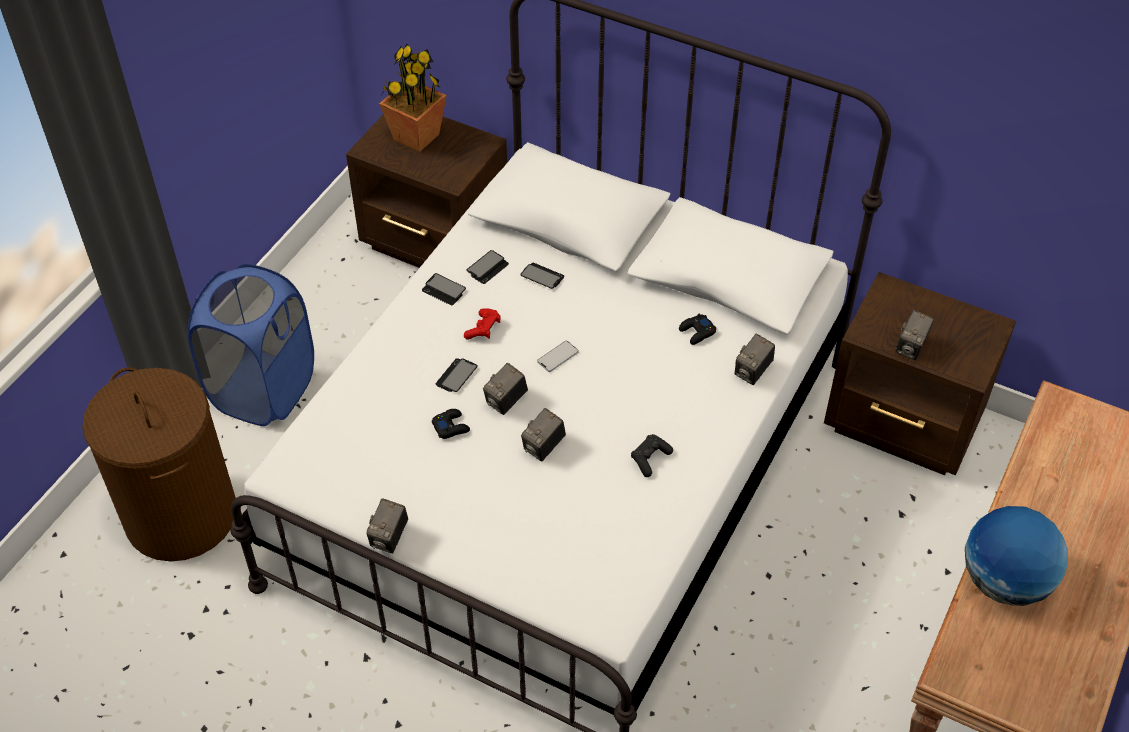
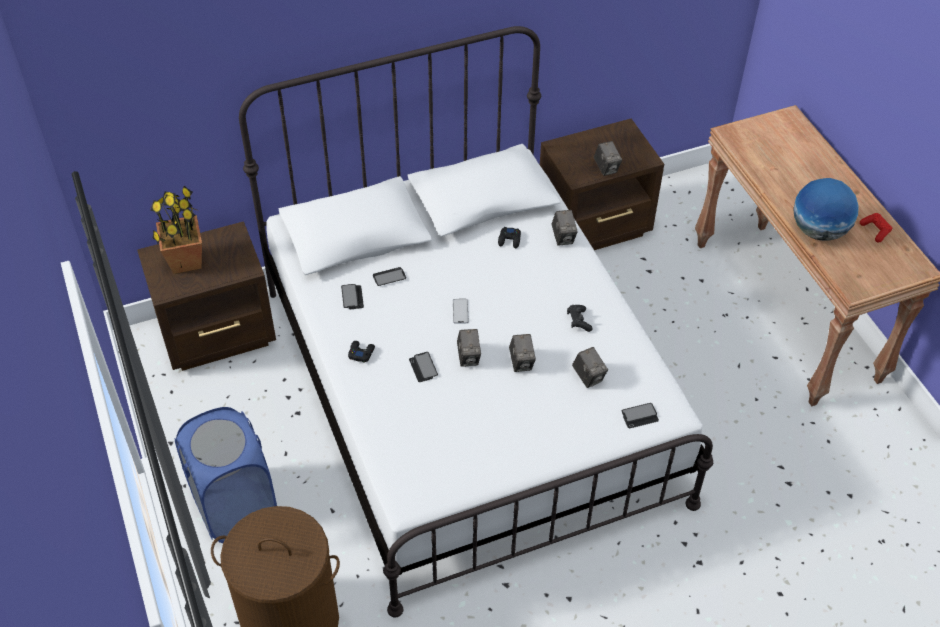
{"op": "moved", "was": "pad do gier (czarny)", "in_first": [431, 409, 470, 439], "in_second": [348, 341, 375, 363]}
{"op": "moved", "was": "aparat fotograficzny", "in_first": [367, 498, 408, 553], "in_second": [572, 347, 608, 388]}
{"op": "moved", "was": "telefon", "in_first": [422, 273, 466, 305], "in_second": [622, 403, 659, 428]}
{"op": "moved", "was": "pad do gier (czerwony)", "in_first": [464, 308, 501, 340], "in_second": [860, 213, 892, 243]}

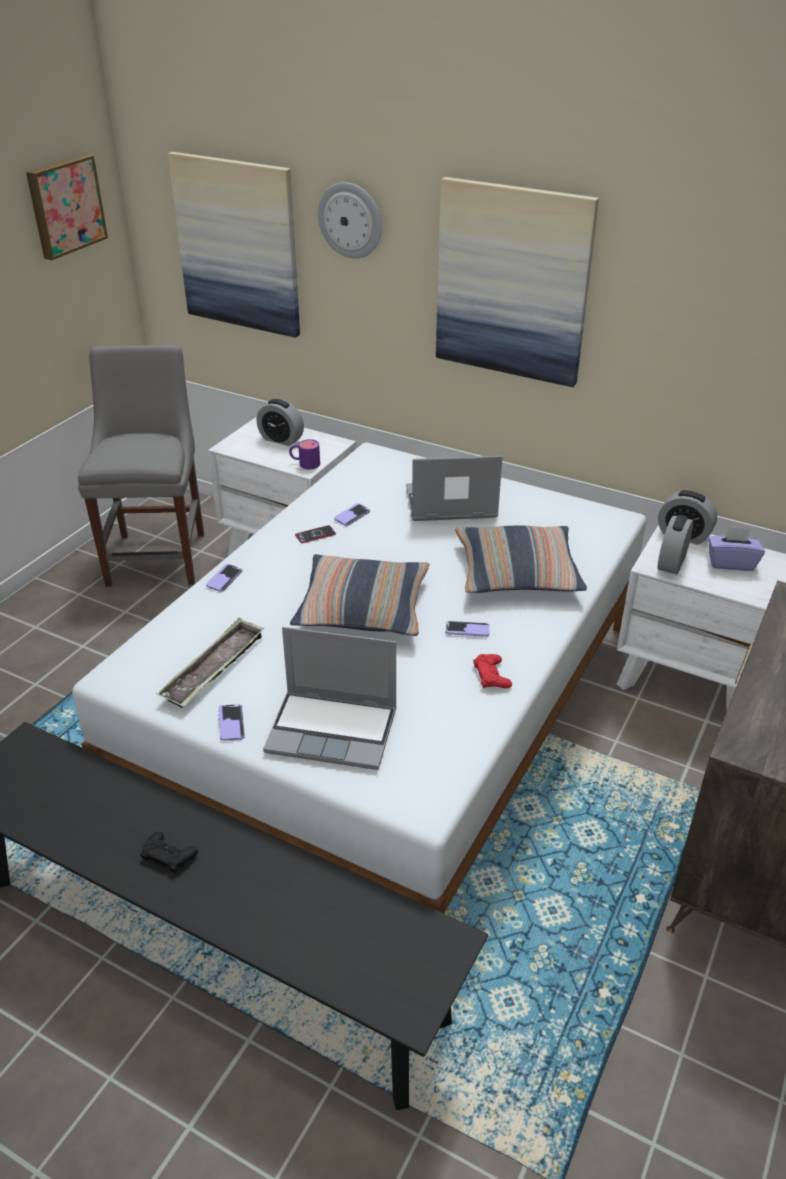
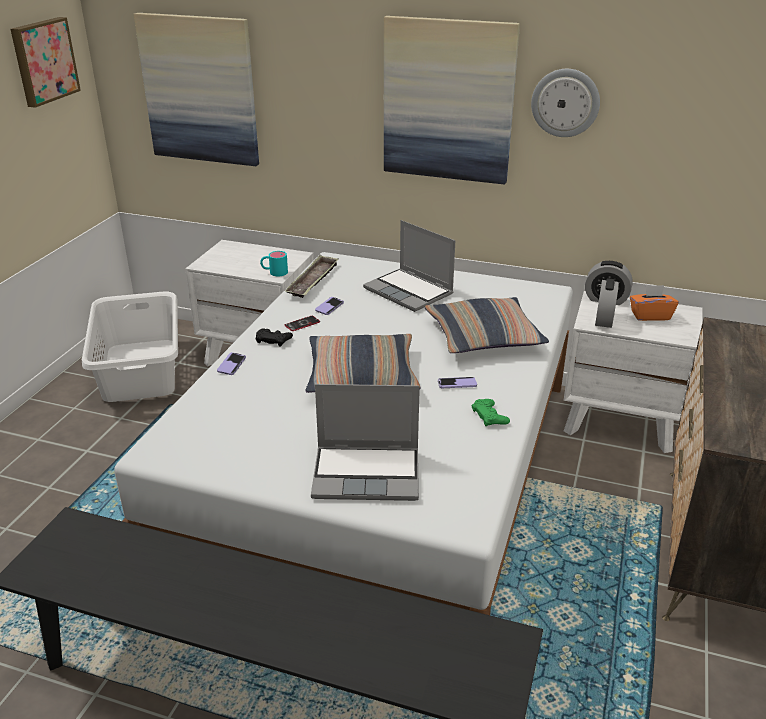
{"op": "replaced", "was": "krzesło (szary)", "now": "kosz na pranie (biały)", "in_first": [78, 345, 204, 587], "in_second": [82, 291, 178, 402]}
{"op": "moved", "was": "pad do gier (czarny)", "in_first": [140, 832, 198, 873], "in_second": [256, 328, 293, 347]}
{"op": "recoloured", "was": "kubek (fioletowy)", "now": "kubek (turkusowy)", "in_first": [289, 439, 320, 469], "in_second": [260, 251, 288, 276]}
{"op": "moved", "was": "taca", "in_first": [157, 618, 264, 708], "in_second": [285, 255, 339, 298]}
{"op": "turned", "was": "laptop", "in_first": [406, 455, 502, 521], "in_second": [363, 220, 455, 312], "clockwise": -120}
{"op": "recoloured", "was": "pad do gier (czerwony)", "now": "pad do gier (zielony)", "in_first": [473, 654, 512, 688], "in_second": [471, 399, 510, 426]}
{"op": "moved", "was": "zegar ścienny", "in_first": [318, 182, 382, 259], "in_second": [531, 69, 600, 137]}
{"op": "recoloured", "was": "pudełko chusteczek (fioletowy)", "now": "pudełko chusteczek (pomarańczowy)", "in_first": [708, 526, 765, 571], "in_second": [630, 285, 679, 321]}
{"op": "removed", "was": "telefon", "in_first": [218, 704, 245, 741]}
{"op": "removed", "was": "budzik", "in_first": [257, 399, 304, 446]}

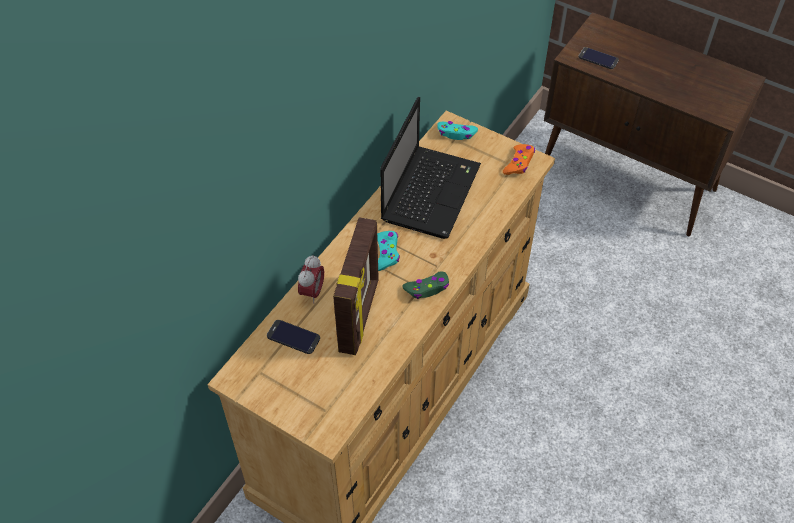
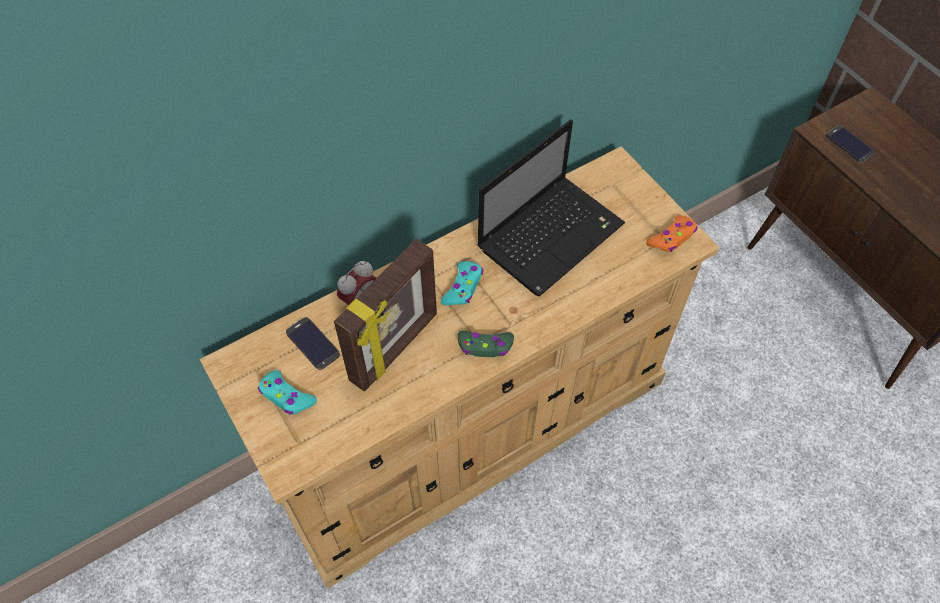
{"op": "moved", "was": "pad do gier (turkusowy)", "in_first": [437, 121, 478, 140], "in_second": [258, 370, 317, 415]}

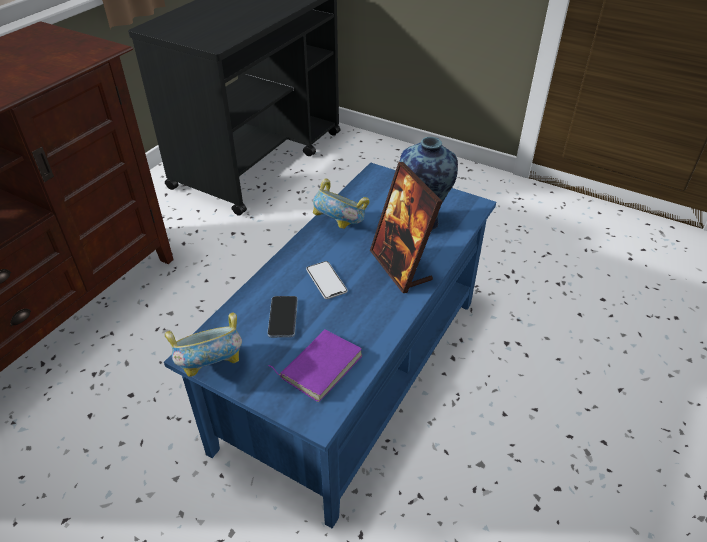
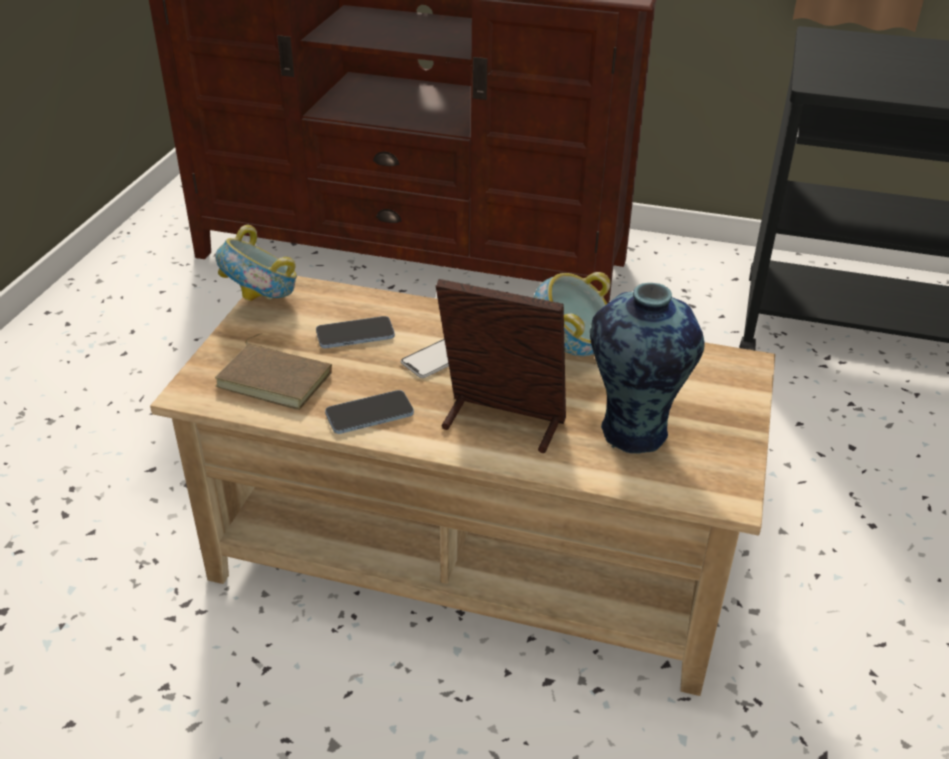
{"op": "recoloured", "was": "ława (niebieski)", "now": "ława (beżowy)", "in_first": [164, 162, 496, 528], "in_second": [150, 276, 775, 696]}
{"op": "recoloured", "was": "książka (fioletowy)", "now": "książka (brązowy)", "in_first": [268, 329, 362, 402], "in_second": [215, 333, 332, 410]}
{"op": "added", "now": "telefon", "in_second": [325, 390, 414, 434]}
{"op": "turned", "was": "ramka na zdjęcie", "in_first": [370, 162, 443, 293], "in_second": [436, 279, 566, 453], "clockwise": 60}

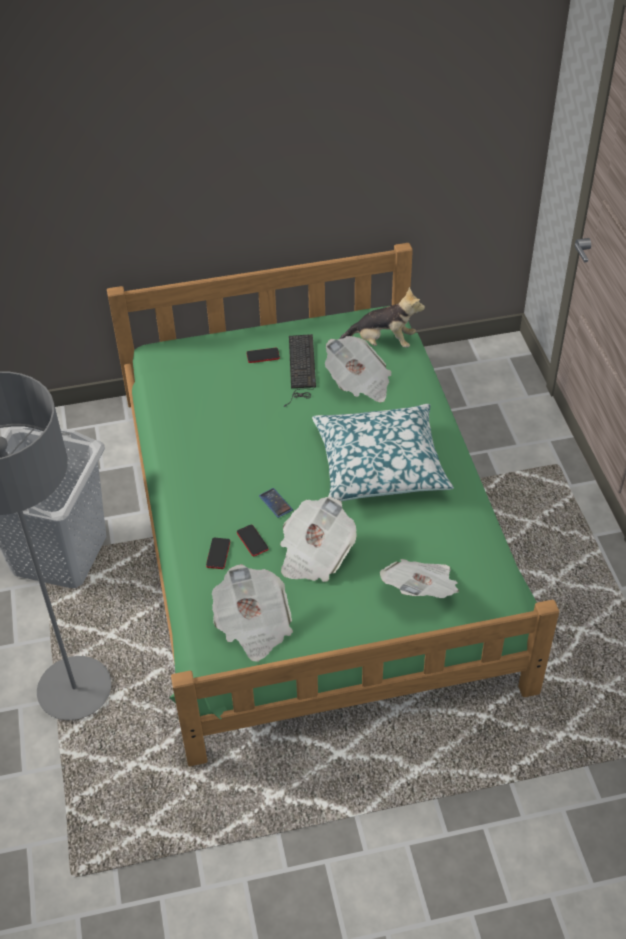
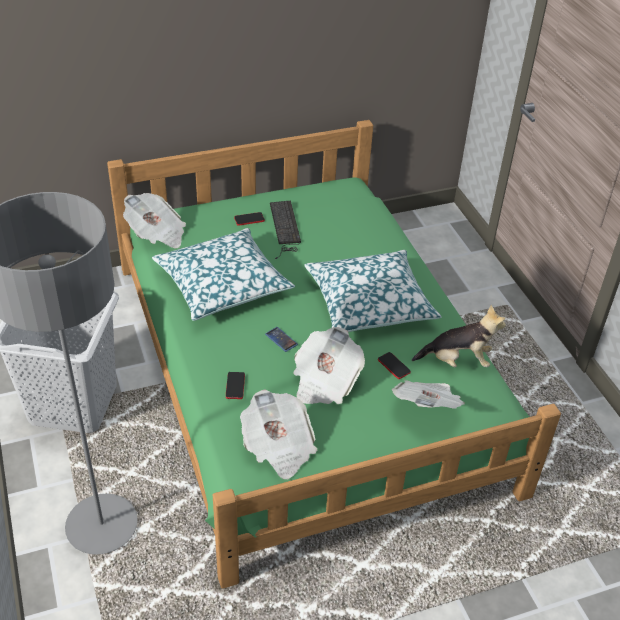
{"op": "moved", "was": "gazeta", "in_first": [325, 336, 392, 402], "in_second": [123, 193, 186, 248]}
{"op": "added", "now": "poduszka", "in_second": [152, 228, 295, 321]}
{"op": "moved", "was": "telefon", "in_first": [237, 524, 268, 557], "in_second": [378, 352, 411, 379]}
{"op": "moved", "was": "pluszak", "in_first": [339, 287, 425, 348], "in_second": [412, 305, 506, 367]}

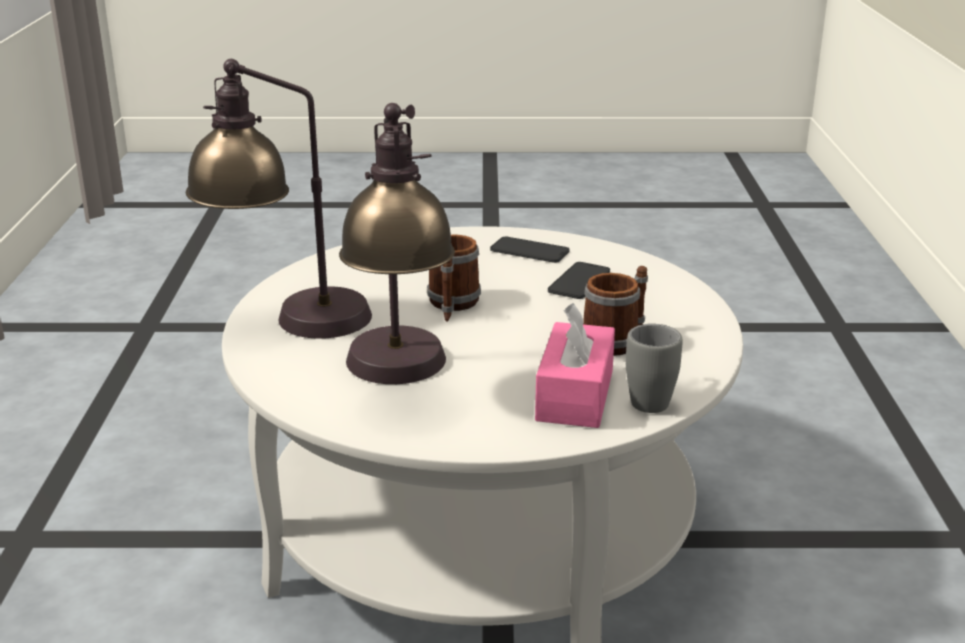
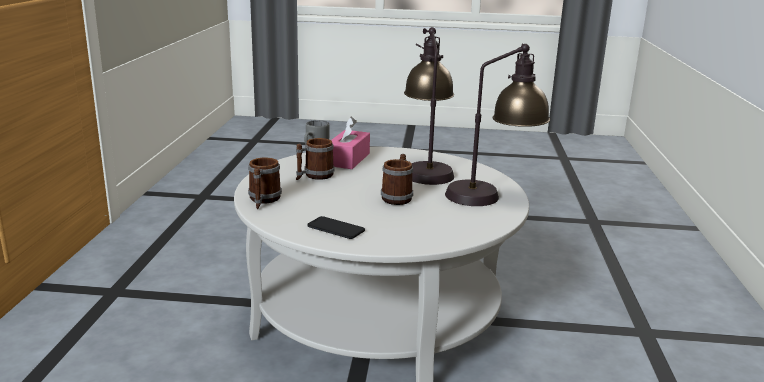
{"op": "added", "now": "kubek", "in_second": [248, 158, 282, 209]}
{"op": "removed", "was": "telefon", "in_first": [548, 262, 610, 299]}

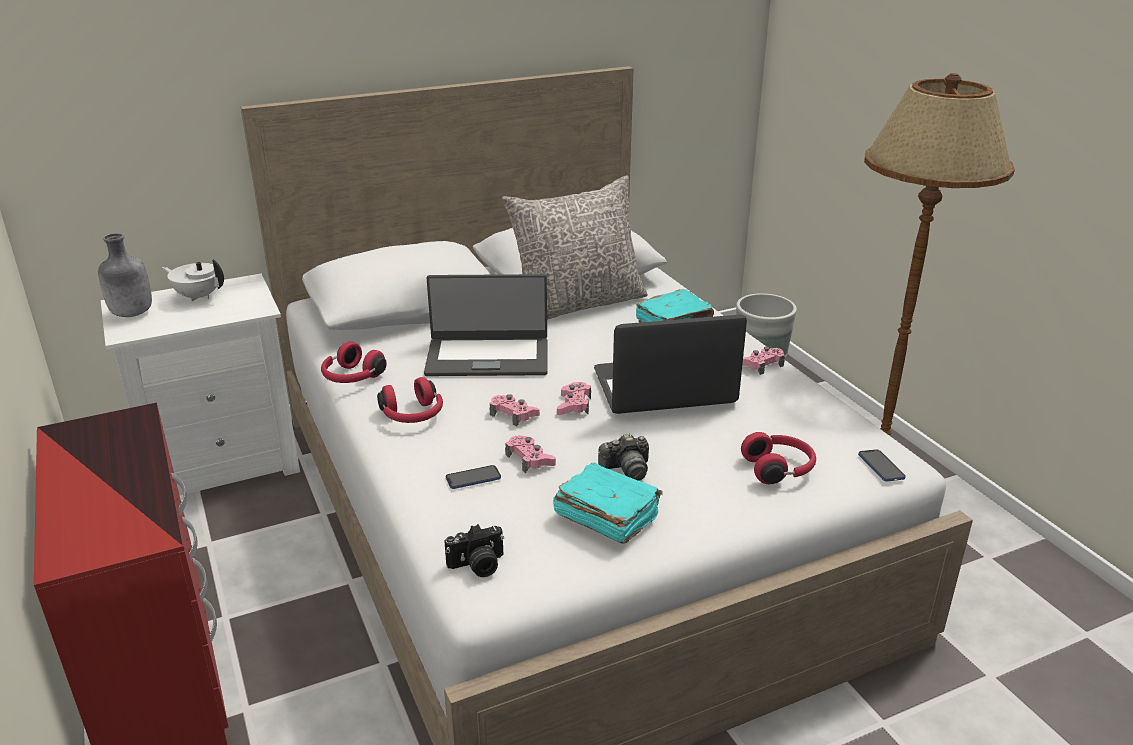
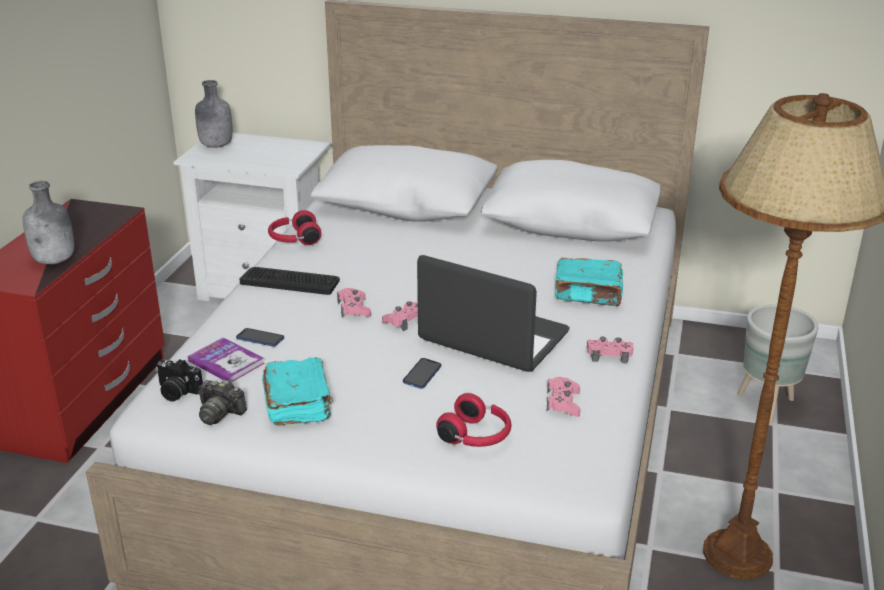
{"op": "added", "now": "butelka (szary)", "in_second": [23, 181, 74, 265]}
{"op": "added", "now": "książka", "in_second": [188, 337, 265, 383]}
{"op": "moved", "was": "aparat fotograficzny", "in_first": [598, 434, 649, 481], "in_second": [198, 379, 247, 425]}
{"op": "replaced", "was": "słuchawki (czerwony)", "now": "klawiatura", "in_first": [377, 377, 443, 423], "in_second": [240, 267, 340, 295]}
{"op": "moved", "was": "telefon", "in_first": [858, 449, 906, 482], "in_second": [403, 358, 441, 389]}
{"op": "moved", "was": "pad do gier (różowy)", "in_first": [505, 435, 556, 473], "in_second": [547, 377, 580, 417]}
{"op": "removed", "was": "imbryk (biały)", "in_first": [162, 259, 224, 302]}
{"op": "removed", "was": "laptop", "in_first": [424, 274, 547, 376]}
{"op": "removed", "was": "poduszka (szary)", "in_first": [502, 175, 648, 320]}

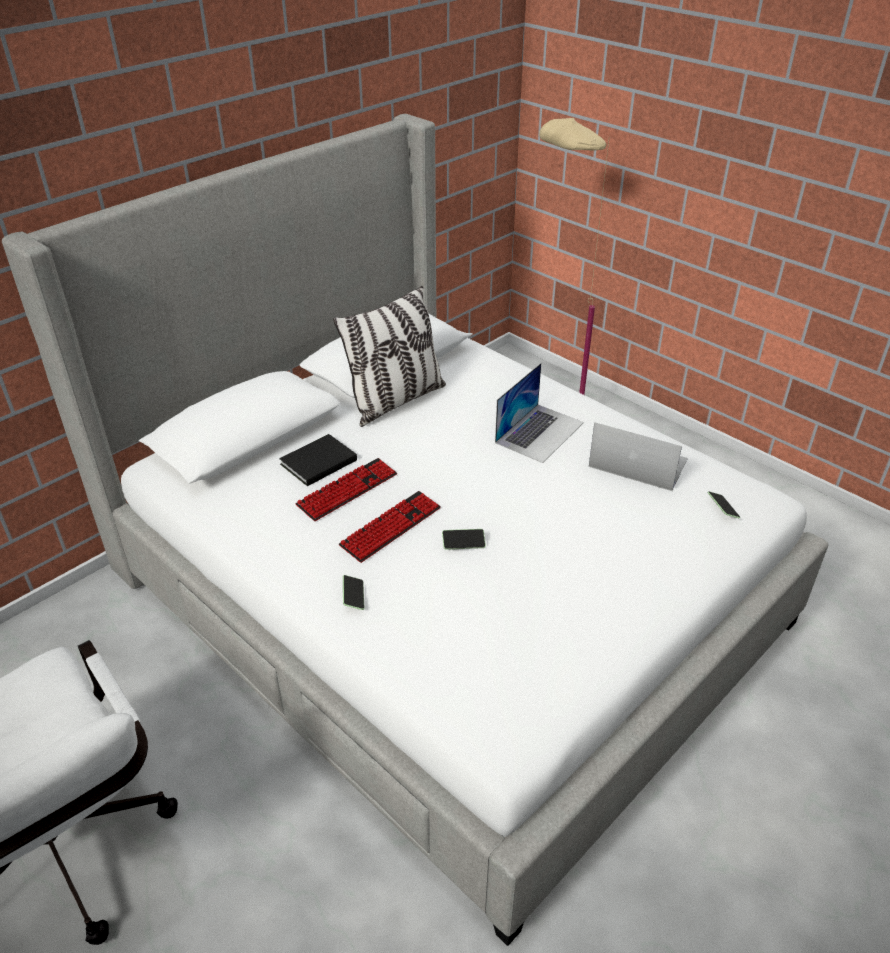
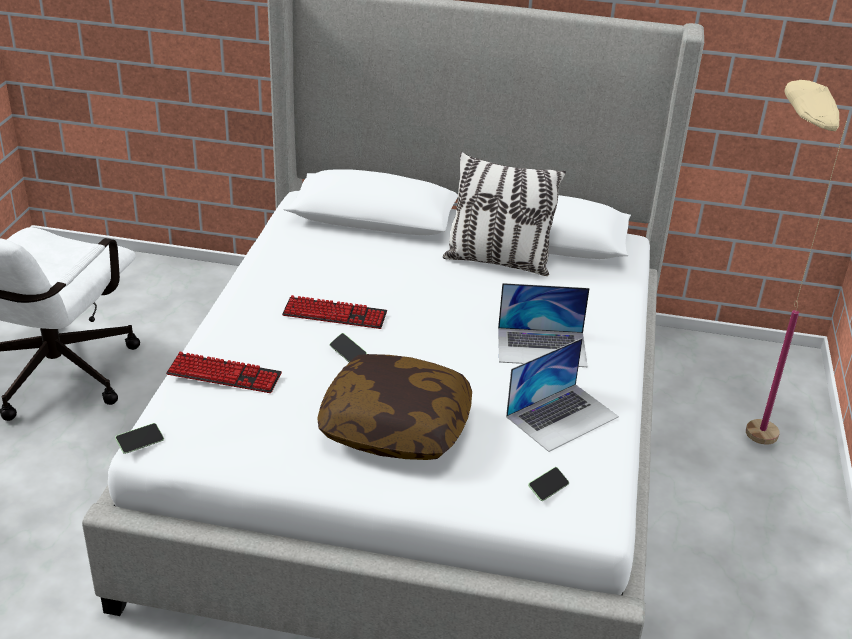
{"op": "moved", "was": "telefon", "in_first": [343, 575, 364, 610], "in_second": [115, 423, 164, 454]}
{"op": "moved", "was": "klawiatura", "in_first": [296, 458, 397, 521], "in_second": [166, 352, 282, 393]}
{"op": "added", "now": "poduszka", "in_second": [317, 354, 472, 460]}
{"op": "turned", "was": "laptop", "in_first": [589, 422, 688, 491], "in_second": [506, 338, 619, 452], "clockwise": 60}
{"op": "removed", "was": "książka (czarny)", "in_first": [279, 434, 357, 486]}

